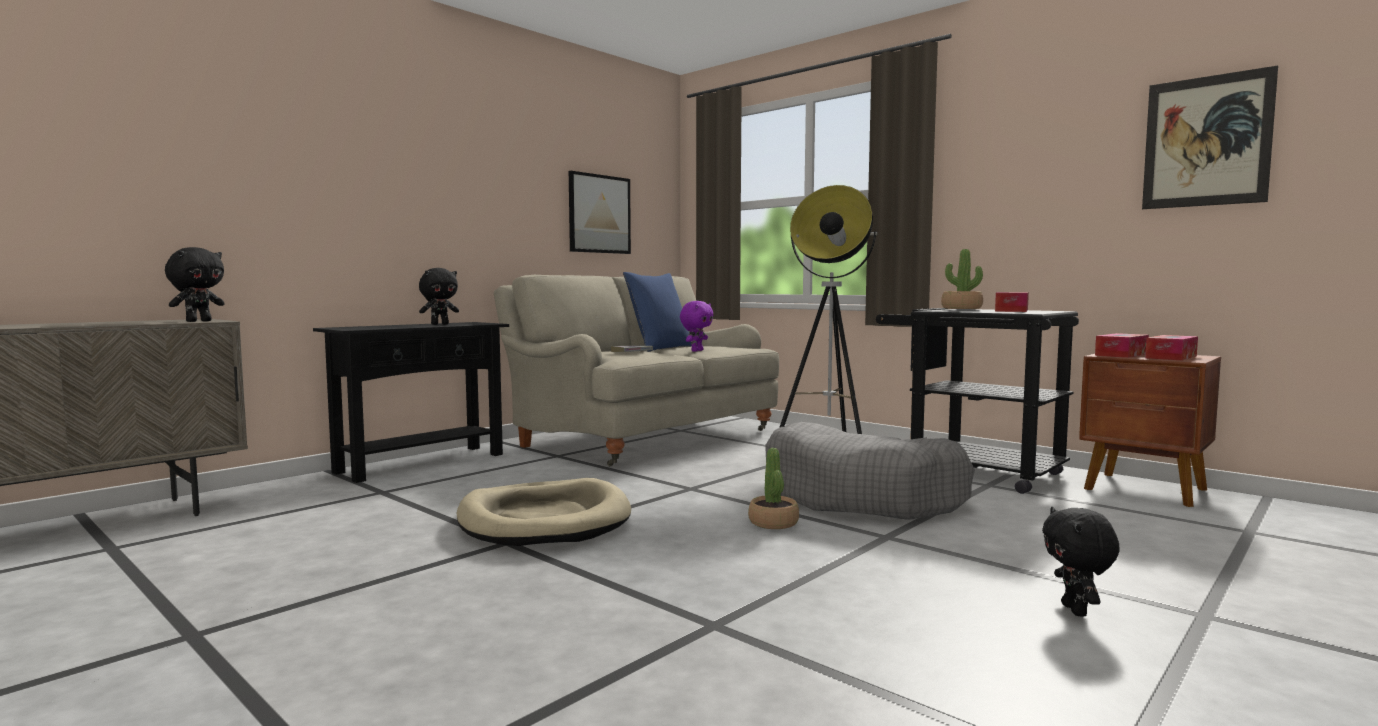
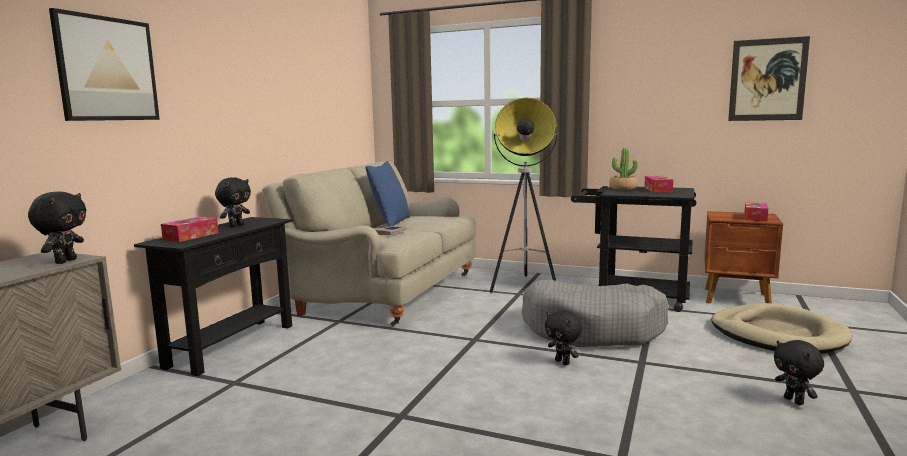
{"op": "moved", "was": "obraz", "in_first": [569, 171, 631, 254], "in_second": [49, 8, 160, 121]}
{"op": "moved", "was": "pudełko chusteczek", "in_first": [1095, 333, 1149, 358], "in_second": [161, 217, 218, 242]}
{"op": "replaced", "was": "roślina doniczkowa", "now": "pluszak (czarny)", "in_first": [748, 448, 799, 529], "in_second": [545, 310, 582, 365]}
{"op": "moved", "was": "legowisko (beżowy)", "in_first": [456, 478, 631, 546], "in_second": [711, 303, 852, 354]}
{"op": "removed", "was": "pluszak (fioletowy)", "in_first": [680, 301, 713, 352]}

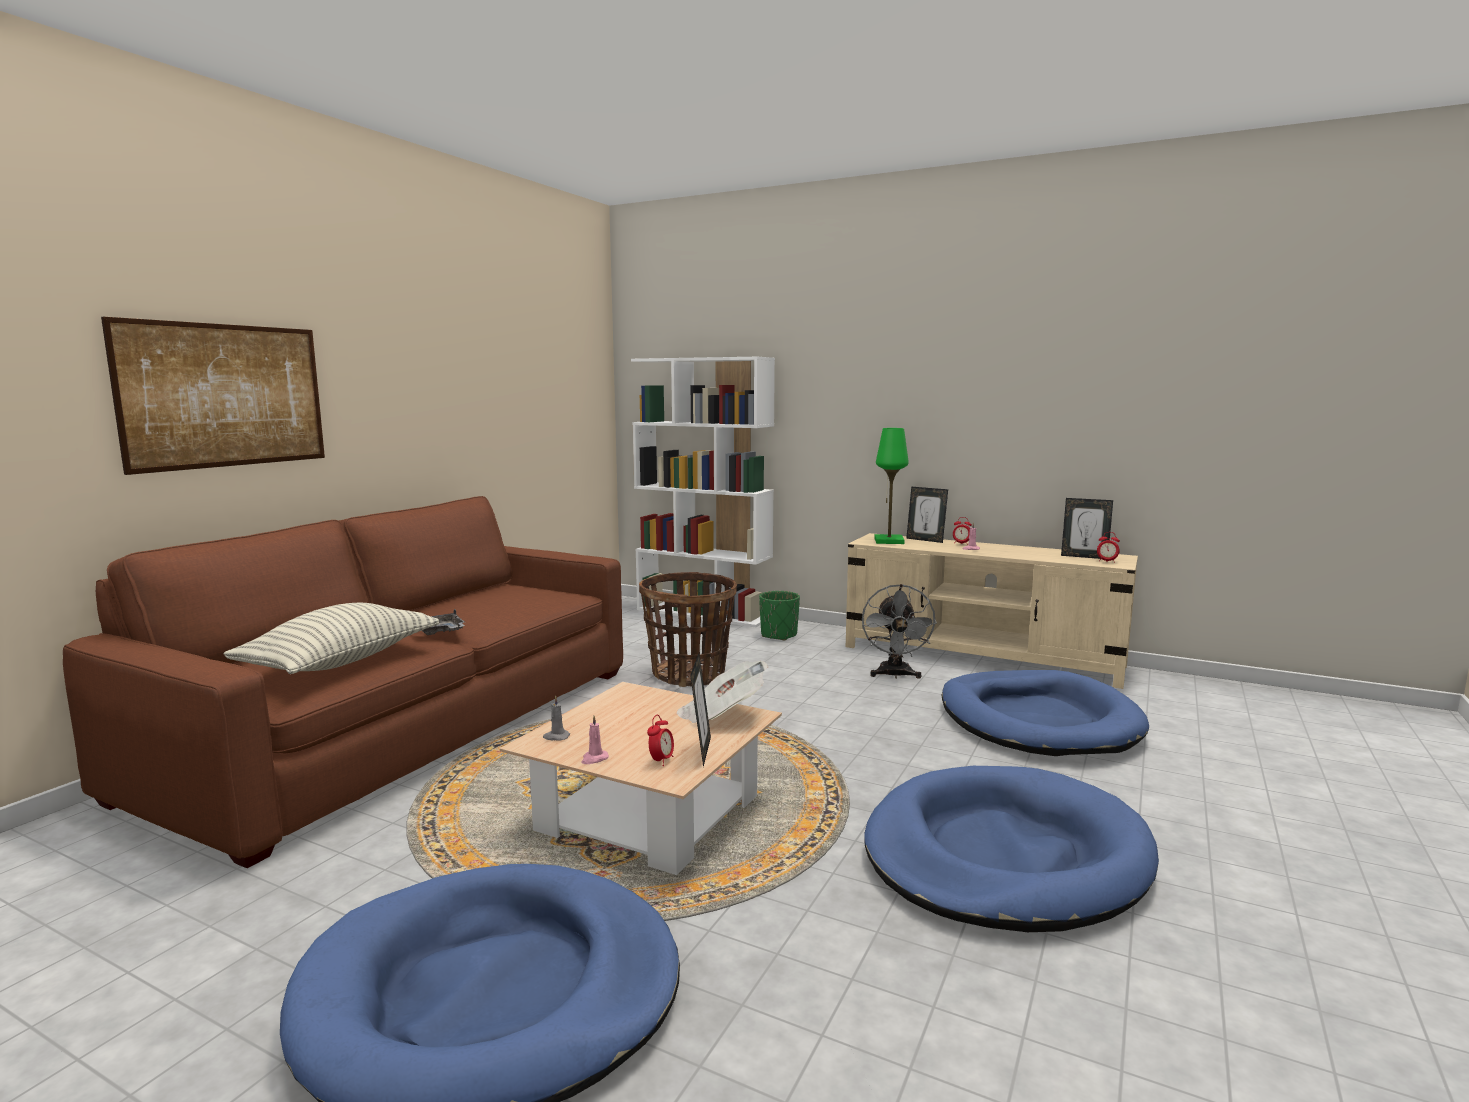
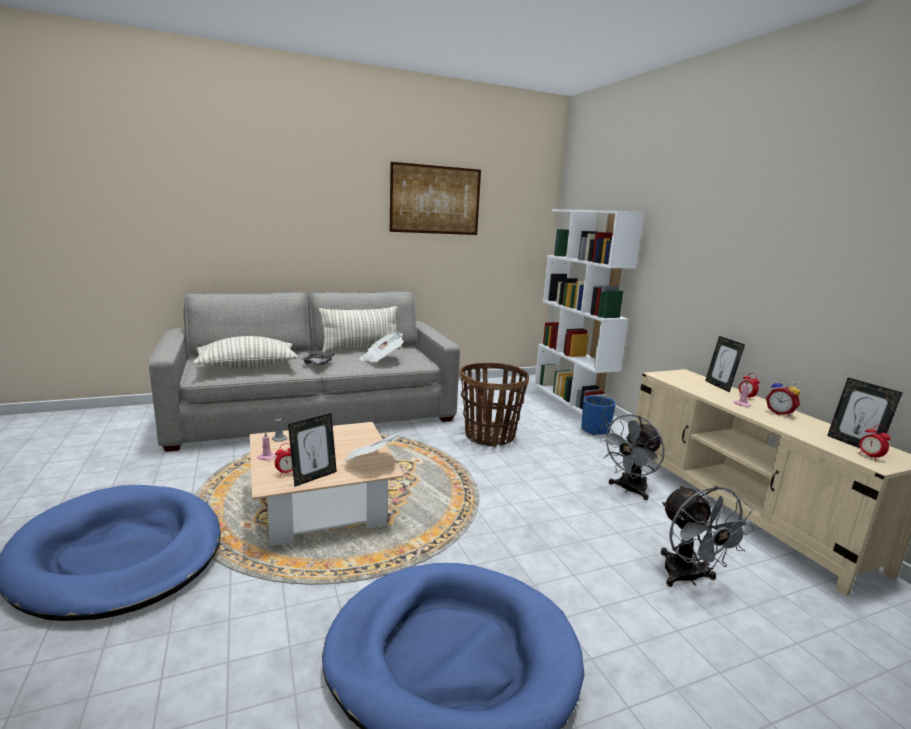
{"op": "recoloured", "was": "kanapa (brązowy)", "now": "kanapa (szary)", "in_first": [63, 496, 623, 868], "in_second": [149, 291, 460, 452]}
{"op": "added", "now": "poduszka", "in_second": [319, 306, 401, 354]}
{"op": "added", "now": "gazeta", "in_second": [359, 333, 403, 362]}
{"op": "moved", "was": "obraz", "in_first": [101, 317, 325, 475], "in_second": [390, 162, 481, 235]}
{"op": "recoloured", "was": "donica (zielony)", "now": "donica (niebieski)", "in_first": [759, 591, 800, 641], "in_second": [582, 395, 616, 435]}
{"op": "replaced", "was": "legowisko (niebieski)", "now": "wentylator (szary)", "in_first": [942, 670, 1149, 756], "in_second": [661, 485, 755, 587]}
{"op": "added", "now": "budzik", "in_second": [766, 379, 800, 417]}
{"op": "removed", "was": "lampa stołowa (zielony)", "in_first": [874, 428, 909, 544]}

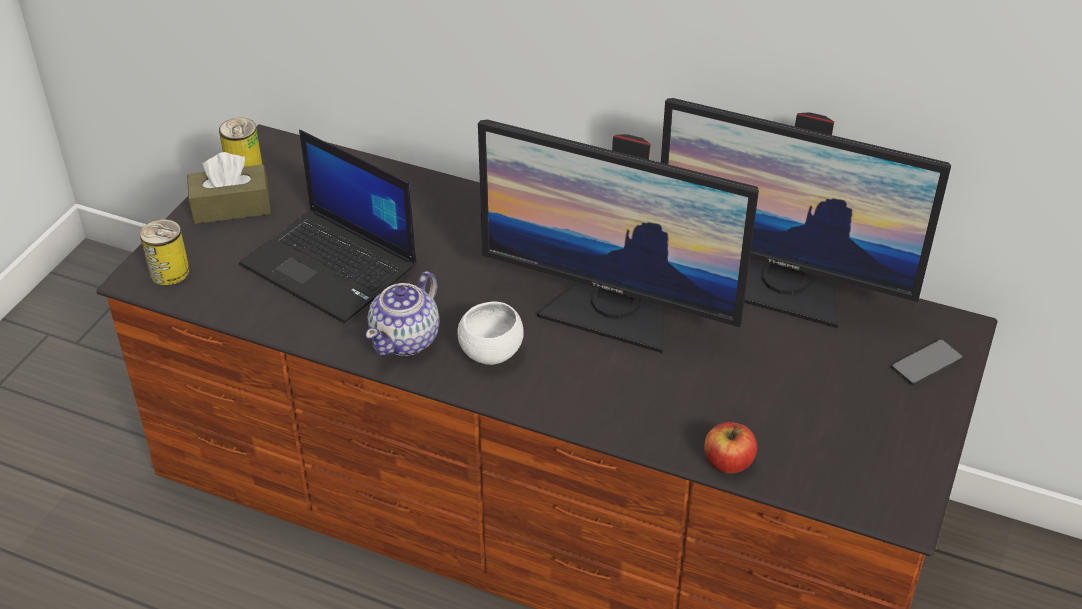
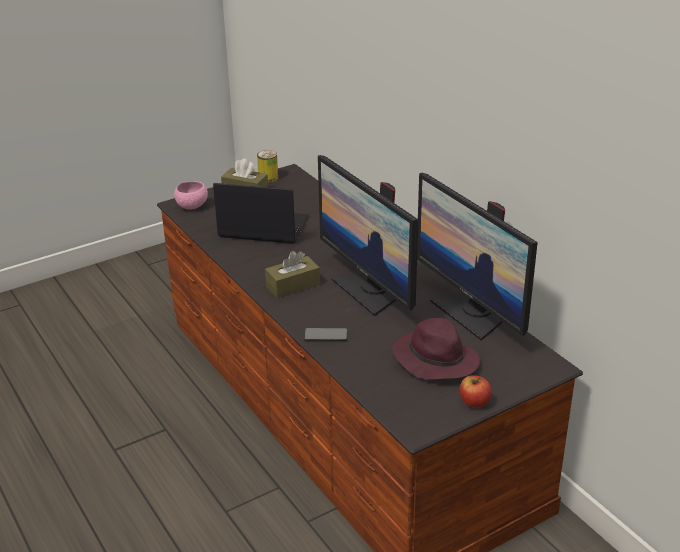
{"op": "replaced", "was": "puszka", "now": "miska (różowy)", "in_first": [140, 219, 190, 285], "in_second": [174, 181, 208, 210]}
{"op": "turned", "was": "laptop", "in_first": [239, 130, 416, 323], "in_second": [213, 183, 309, 244], "clockwise": 120}
{"op": "replaced", "was": "miska (biały)", "now": "pudełko chusteczek (brązowy)", "in_first": [458, 302, 524, 365], "in_second": [265, 251, 320, 298]}
{"op": "moved", "was": "telefon", "in_first": [891, 339, 963, 385], "in_second": [304, 328, 347, 341]}
{"op": "added", "now": "kapelusz (fioletowy)", "in_second": [393, 318, 480, 379]}
{"op": "moved", "was": "jabłko", "in_first": [704, 422, 757, 474], "in_second": [460, 375, 491, 408]}
{"op": "removed", "was": "imbryk", "in_first": [366, 271, 439, 356]}

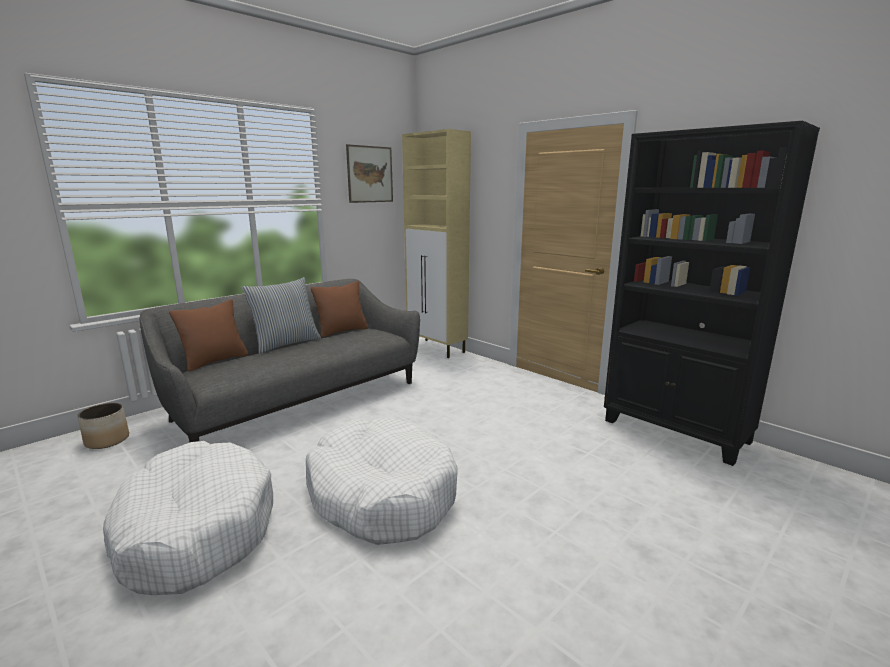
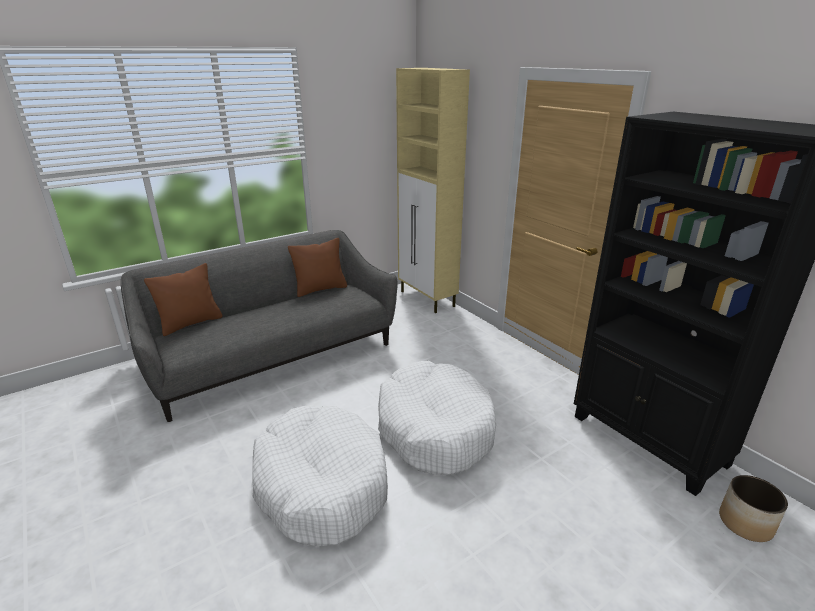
{"op": "moved", "was": "legowisko (biały)", "in_first": [103, 441, 273, 595], "in_second": [378, 361, 496, 475]}
{"op": "moved", "was": "donica", "in_first": [77, 403, 129, 449], "in_second": [719, 475, 788, 542]}
{"op": "removed", "was": "poduszka", "in_first": [241, 277, 321, 354]}
{"op": "removed", "was": "obraz", "in_first": [346, 144, 393, 203]}

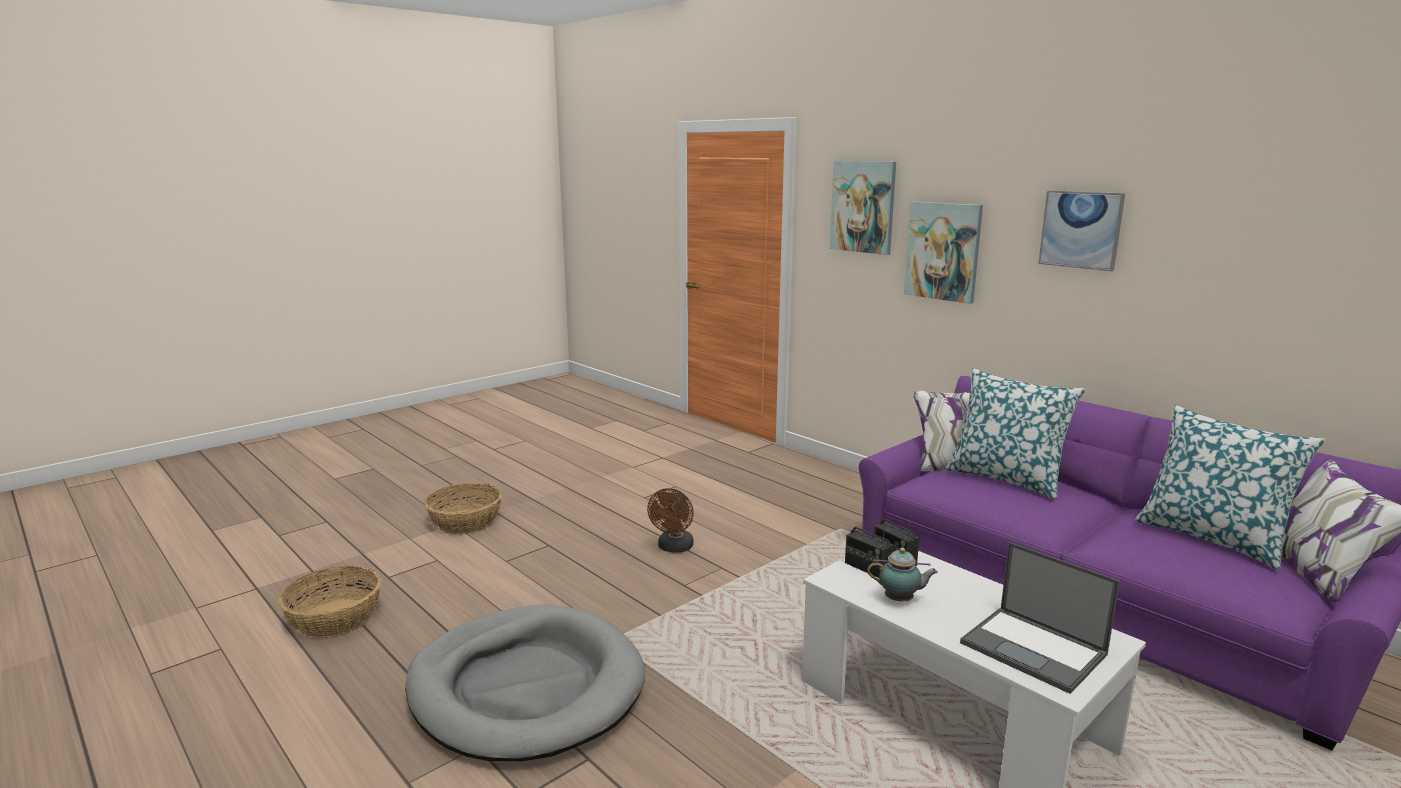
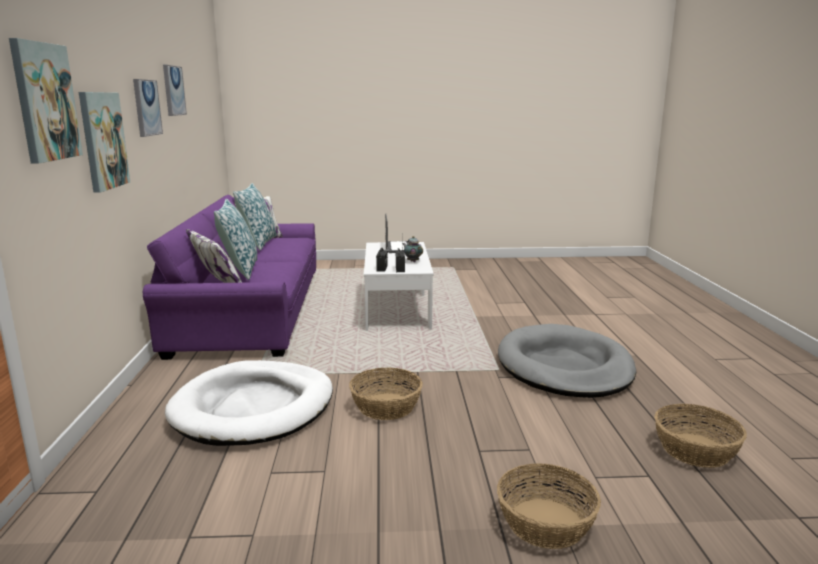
{"op": "added", "now": "obraz", "in_second": [163, 65, 187, 116]}
{"op": "added", "now": "legowisko (biały)", "in_second": [165, 360, 333, 446]}
{"op": "replaced", "was": "wentylator (brązowy)", "now": "koszyk", "in_first": [647, 488, 694, 553], "in_second": [349, 367, 423, 420]}

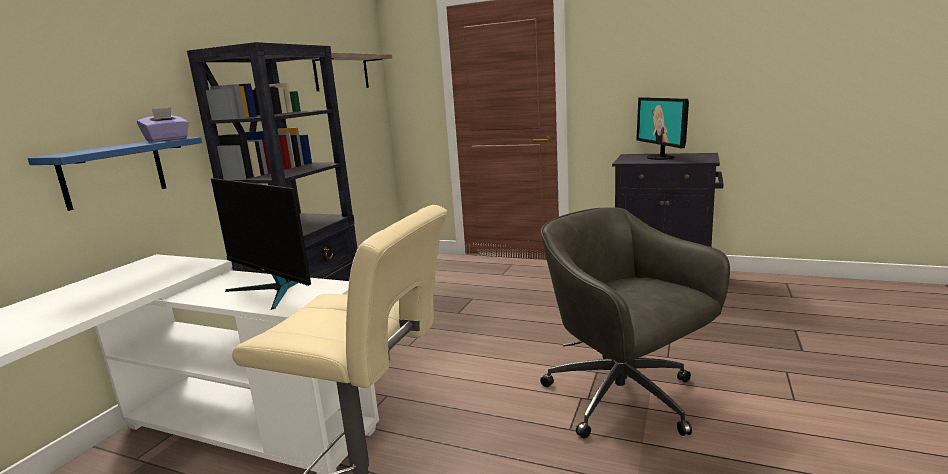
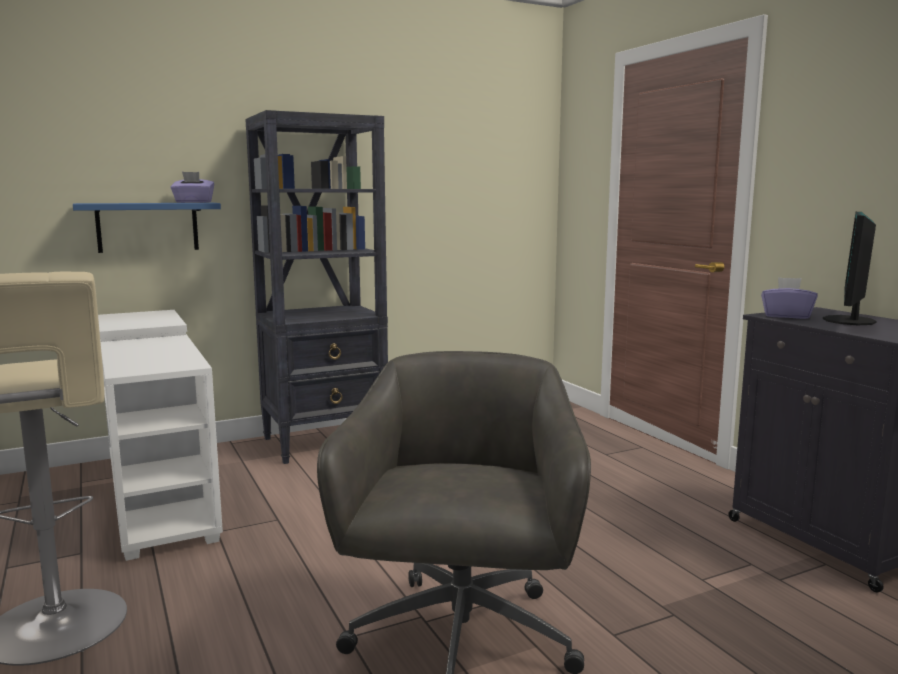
{"op": "added", "now": "pudełko chusteczek (fioletowy)", "in_second": [761, 277, 818, 319]}
{"op": "removed", "was": "monitor", "in_first": [211, 178, 311, 310]}
{"op": "removed", "was": "półka", "in_first": [304, 53, 392, 91]}

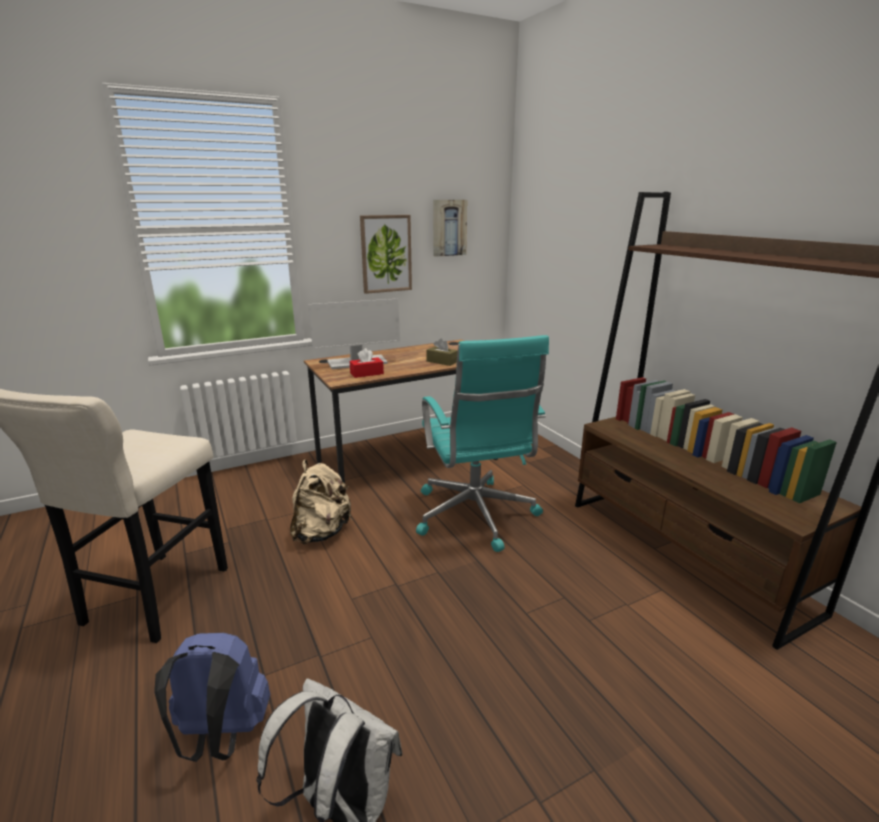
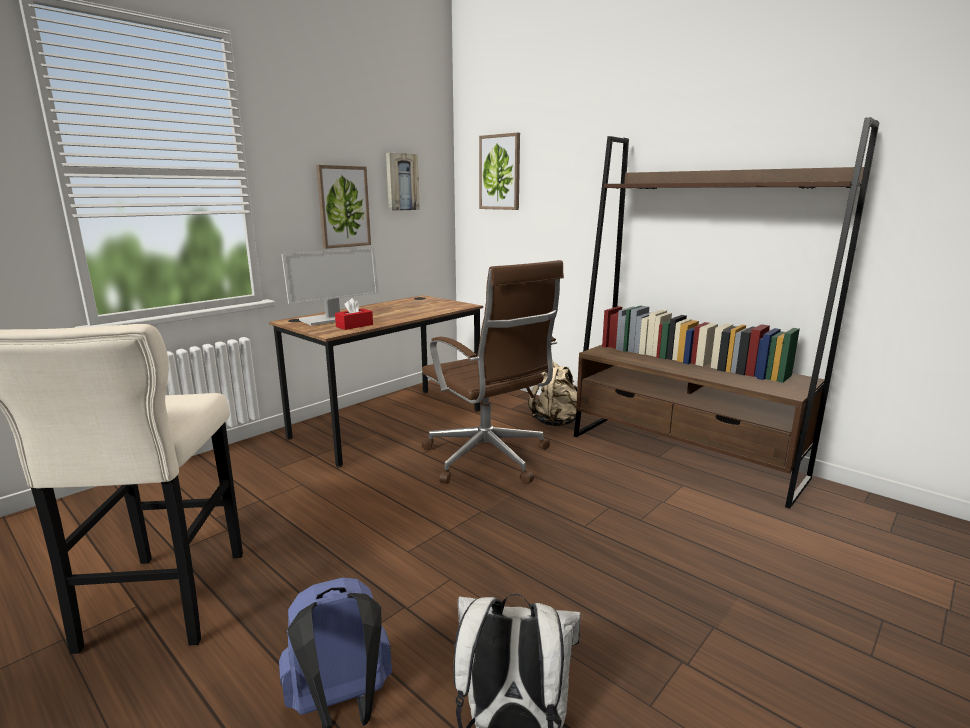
{"op": "recoloured", "was": "krzesło biurowe (turkusowy)", "now": "krzesło biurowe (brązowy)", "in_first": [416, 335, 549, 552], "in_second": [422, 260, 564, 484]}
{"op": "added", "now": "obraz", "in_second": [479, 133, 520, 210]}
{"op": "moved", "was": "plecak (beżowy)", "in_first": [290, 460, 352, 544], "in_second": [528, 360, 577, 426]}
{"op": "removed", "was": "pudełko chusteczek (brązowy)", "in_first": [426, 338, 458, 366]}

